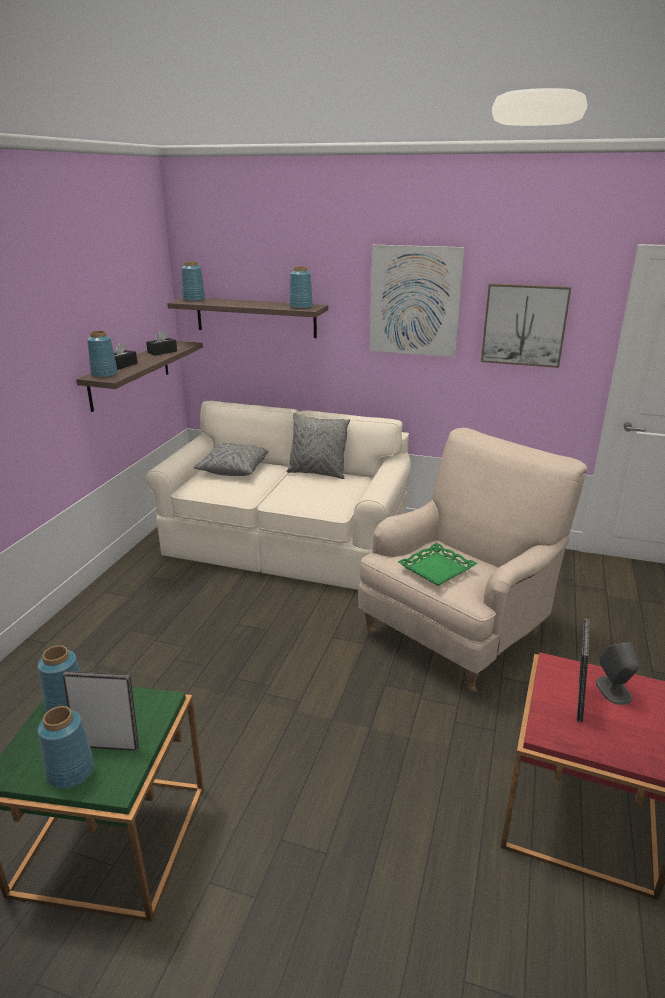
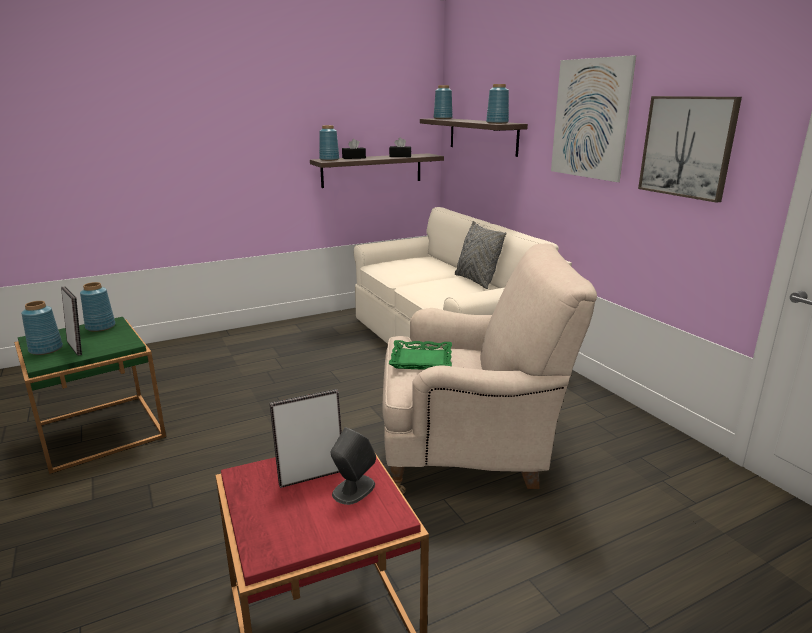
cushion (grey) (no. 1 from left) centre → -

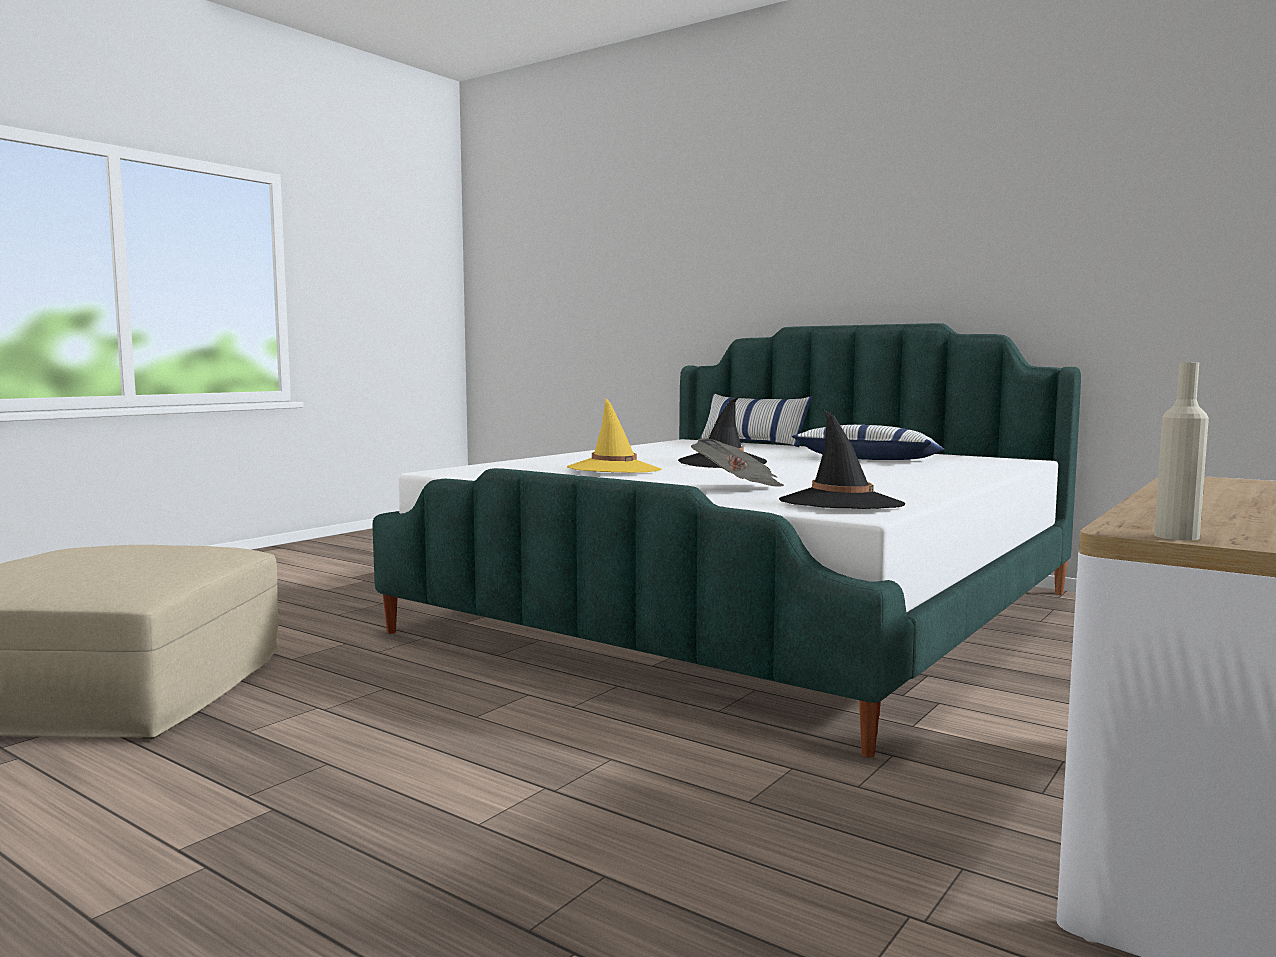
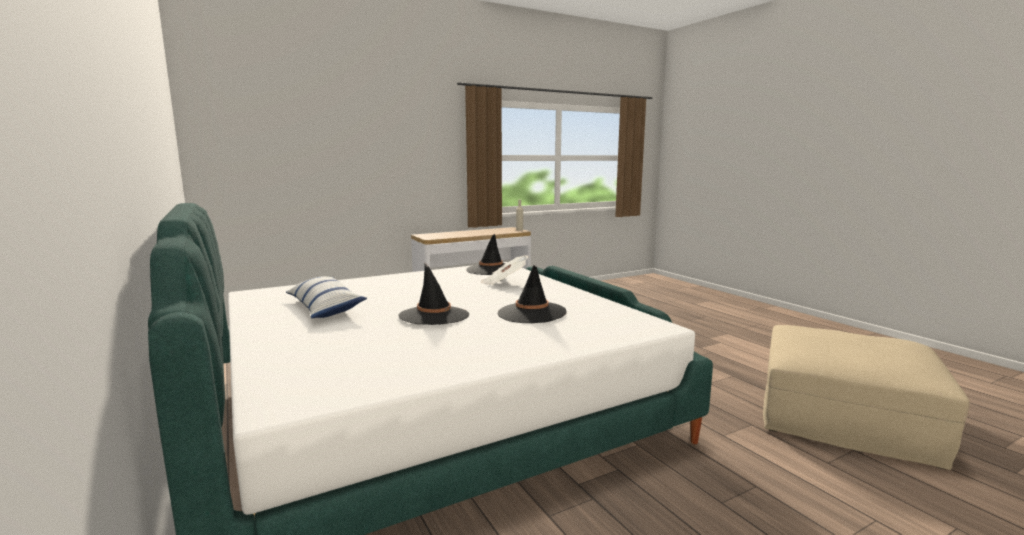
hat (yellowish) centre → hat (blackish) (no. 3 from left) centre
cushion (no. 1 from left) centre → -

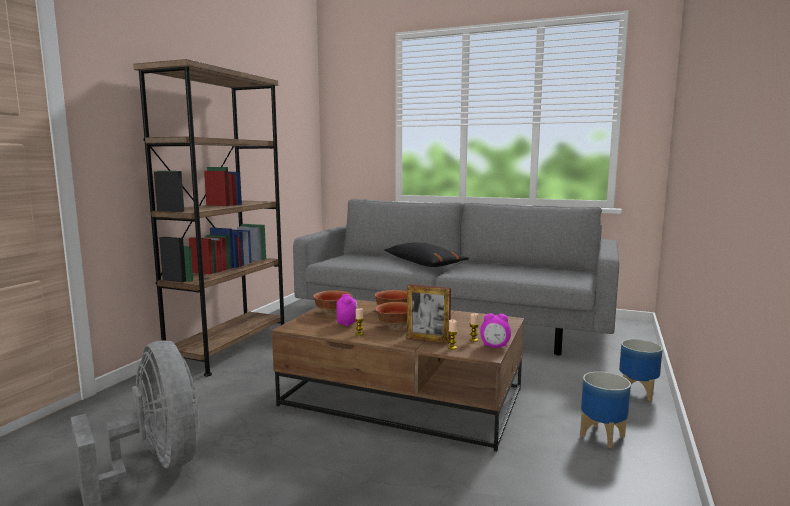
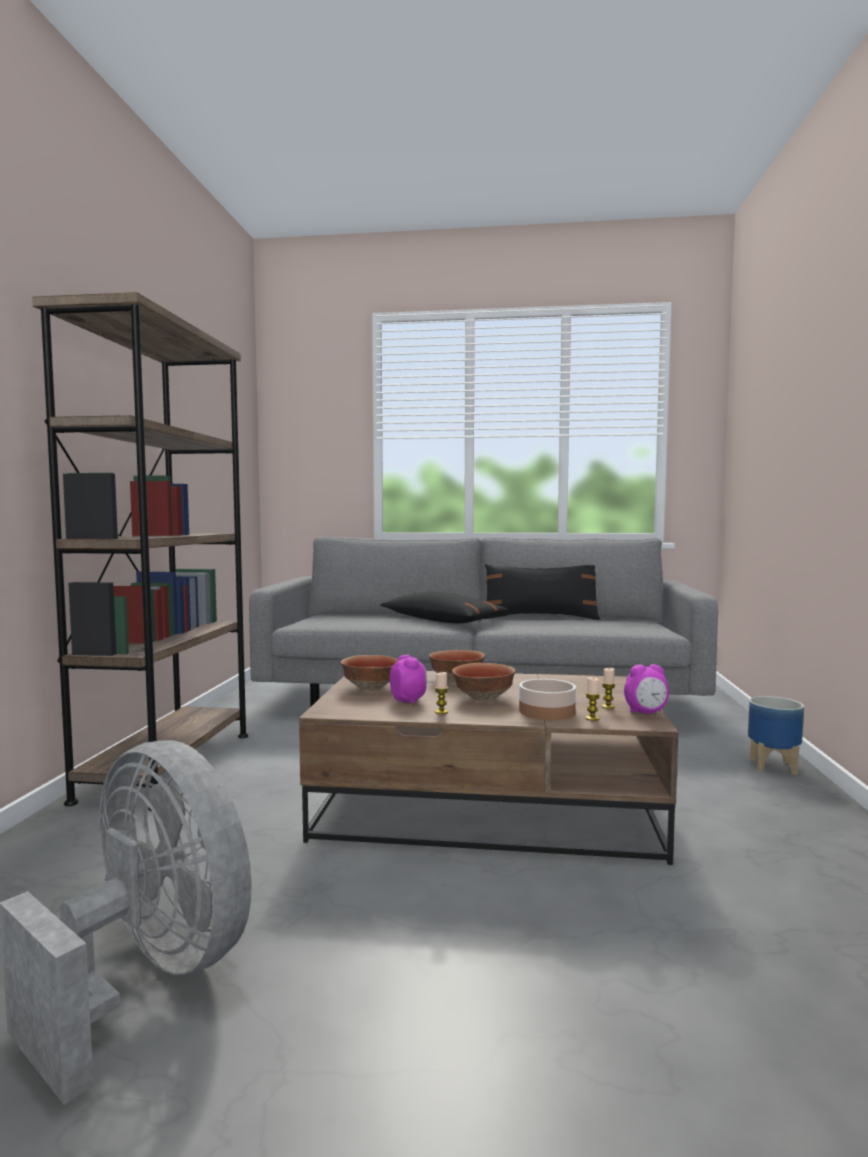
- → cushion (blackish) (no. 2 from left) centre
photo frame centre → serving bowl (no. 4 from left) centre
planter (no. 1 from left) bottom right → -

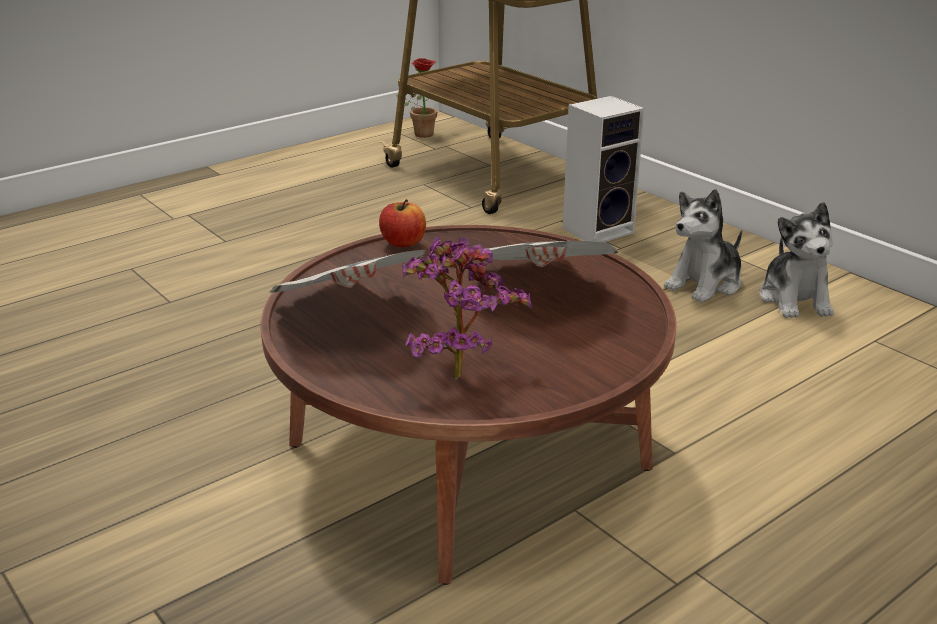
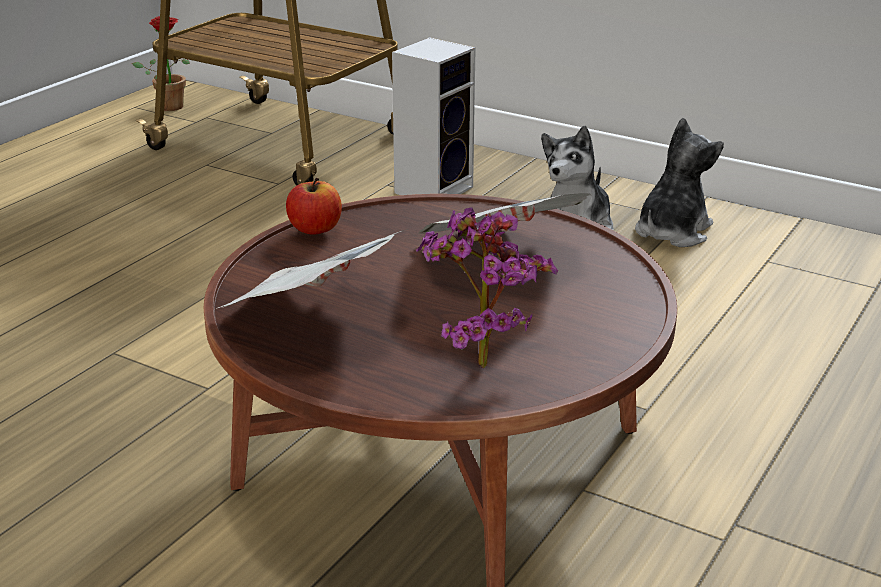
cuddly toy (no. 2 from left) middle right → cuddly toy (no. 2 from left) top right, 120 degrees counterclockwise

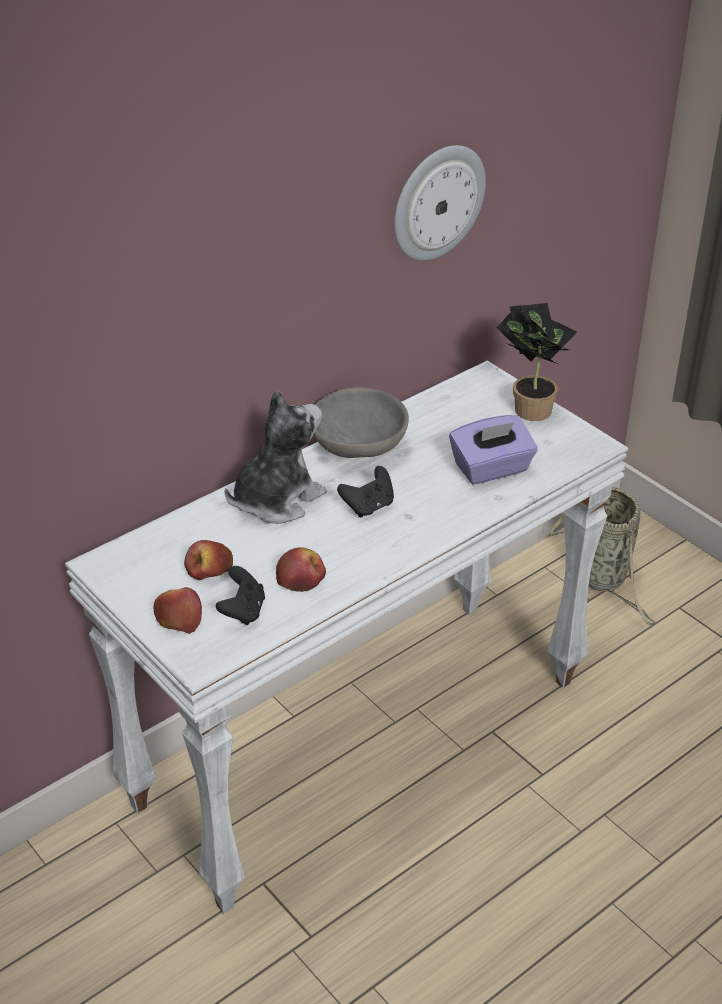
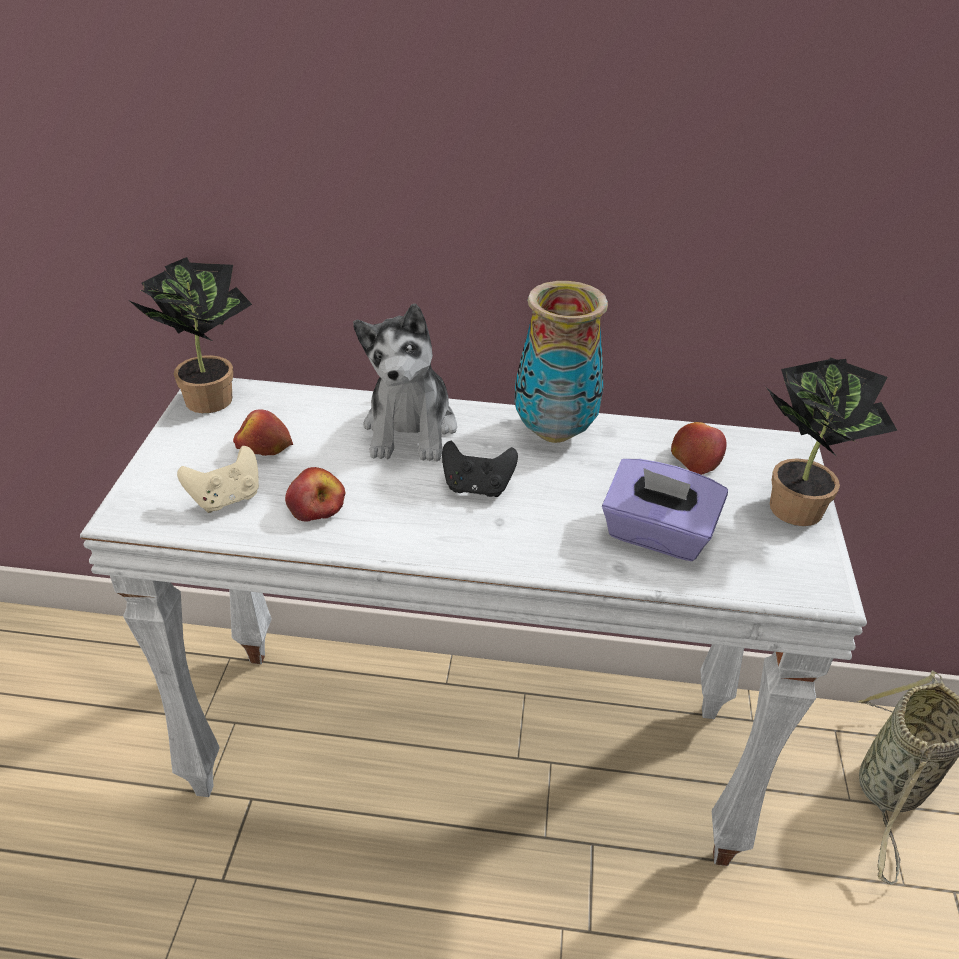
- → plant in a pot (no. 1 from left) middle left
joypad (blackish) (no. 1 from left) middle left → joypad (beige) middle left
cuddly toy centre, 90 degrees clockwise
serving bowl (grey) centre → flower vase centre
whole apple (no. 1 from left in the first image) middle left → whole apple (no. 3 from left) middle right, relocated
hanging clock top centre → -

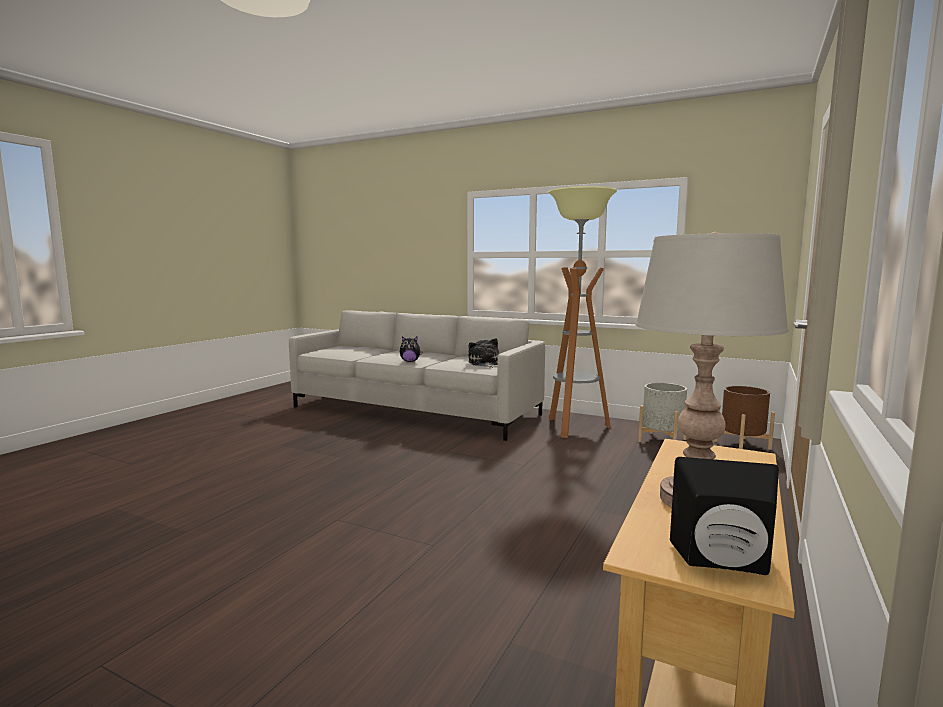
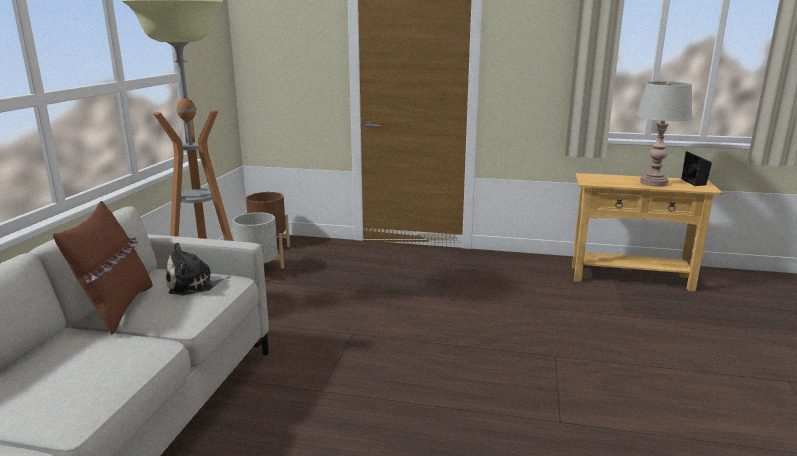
- → cushion (brown) middle left
cuddly toy (no. 1 from left) centre → -

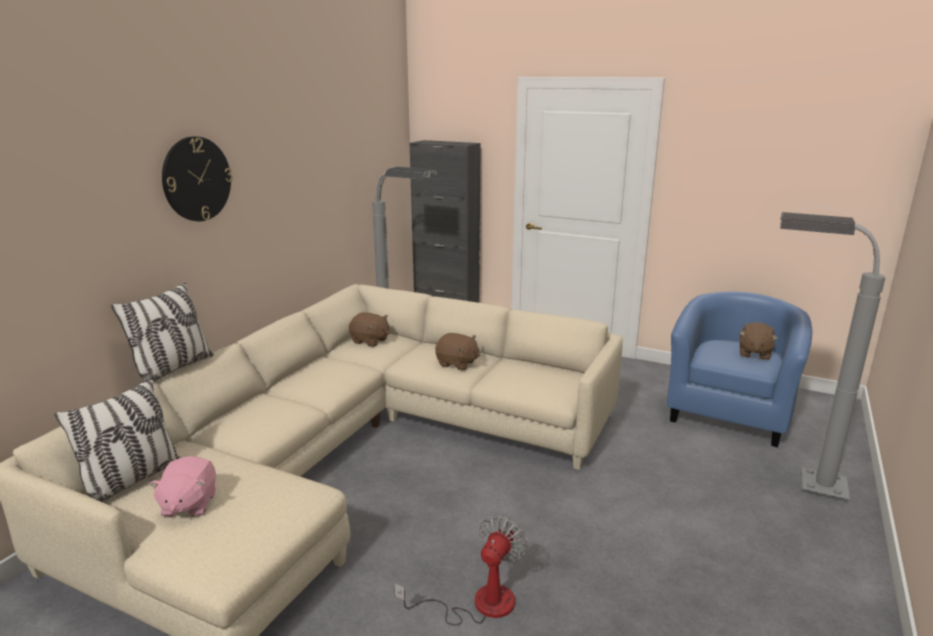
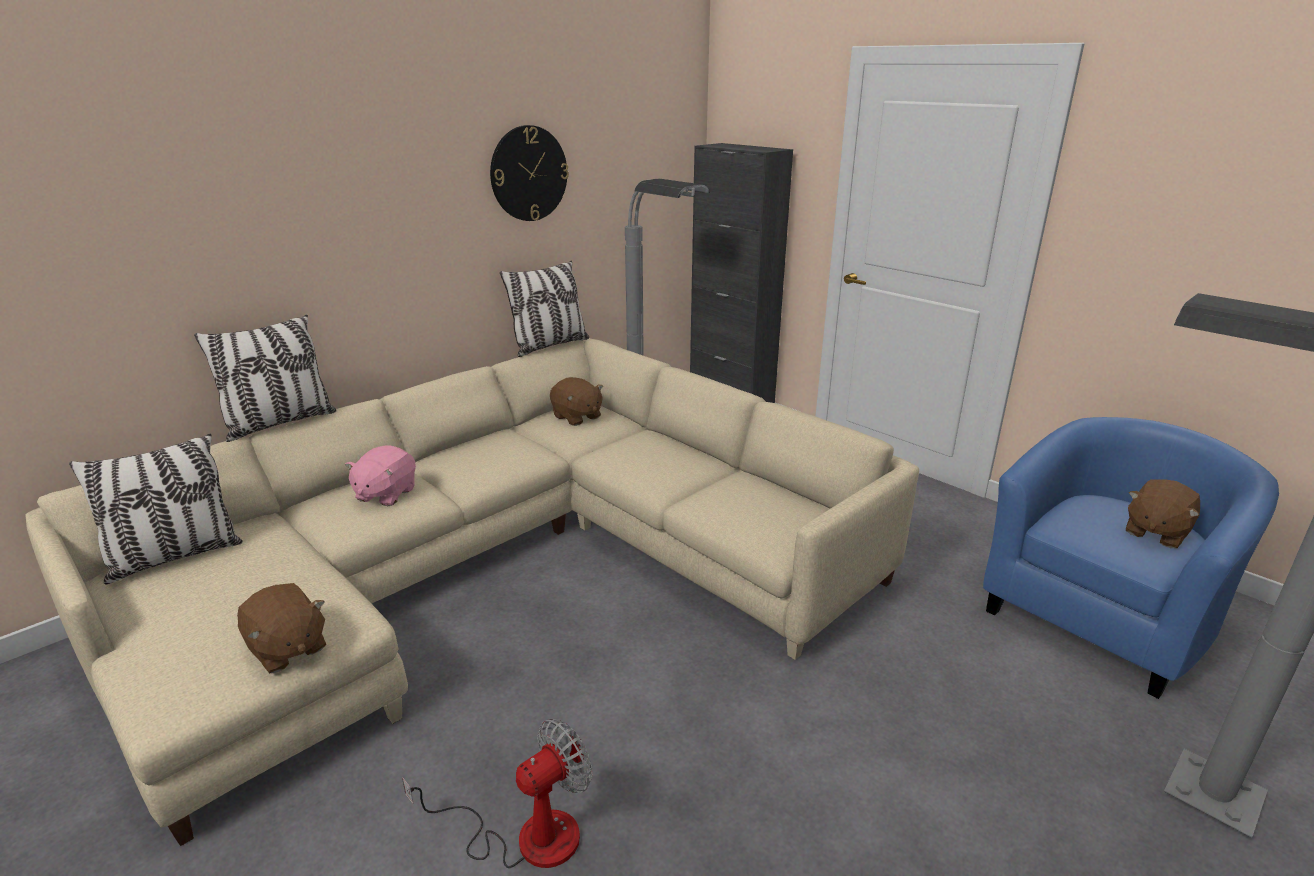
cuddly toy (brown) (no. 2 from left in the first image) centre → cuddly toy (brown) (no. 1 from left) bottom left, relocated
cuddly toy (pinkish) bottom left → cuddly toy (pinkish) middle left, relocated
hanging clock top left → hanging clock top centre, relocated
- → cushion (no. 3 from left) centre

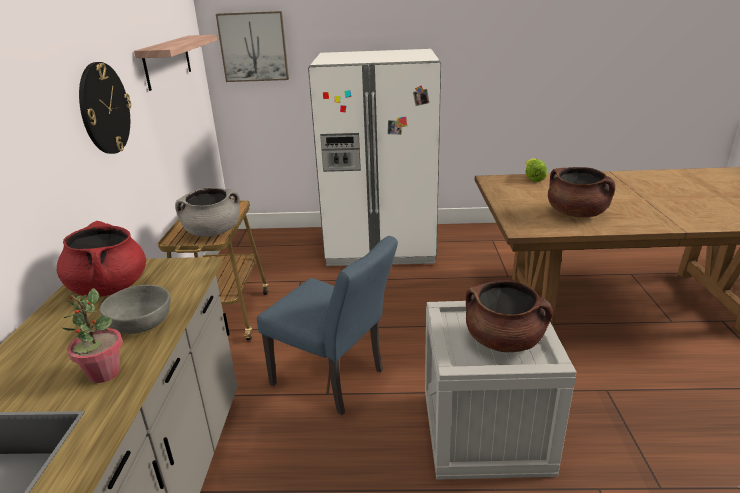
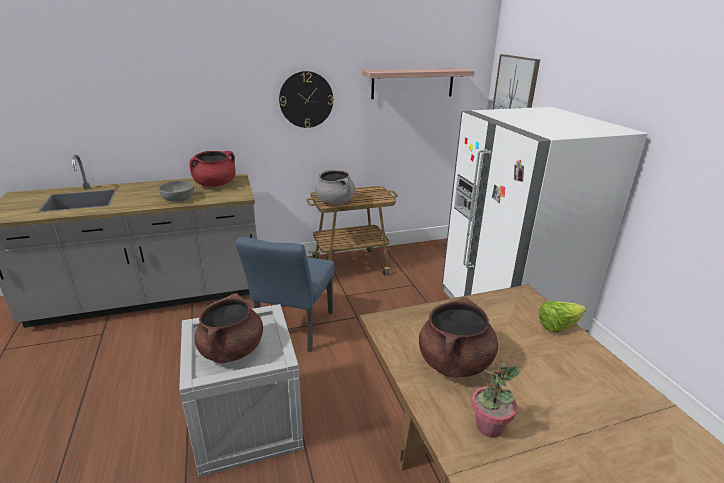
plant in a pot bottom left → plant in a pot bottom right, relocated

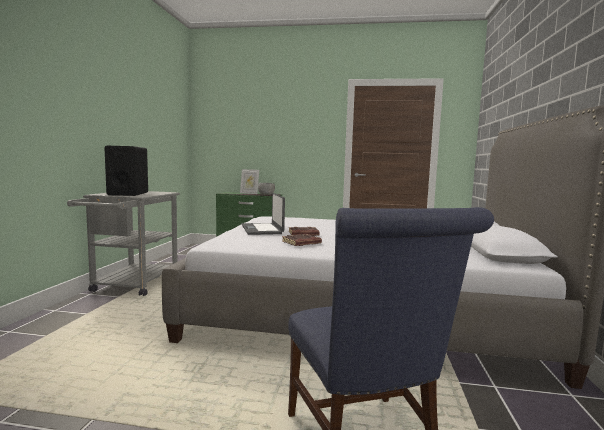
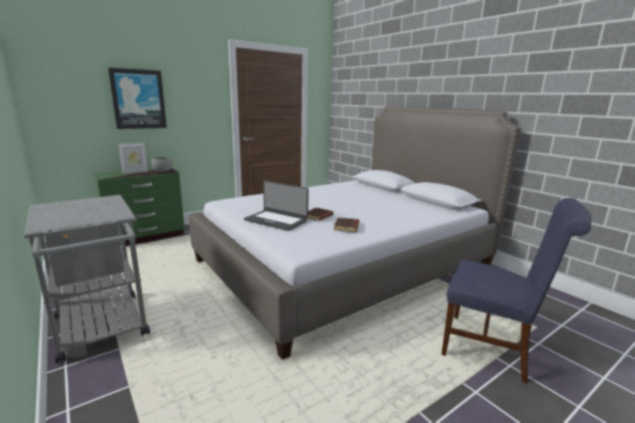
- → wall art top left
audio speaker (blackish) middle left → -

